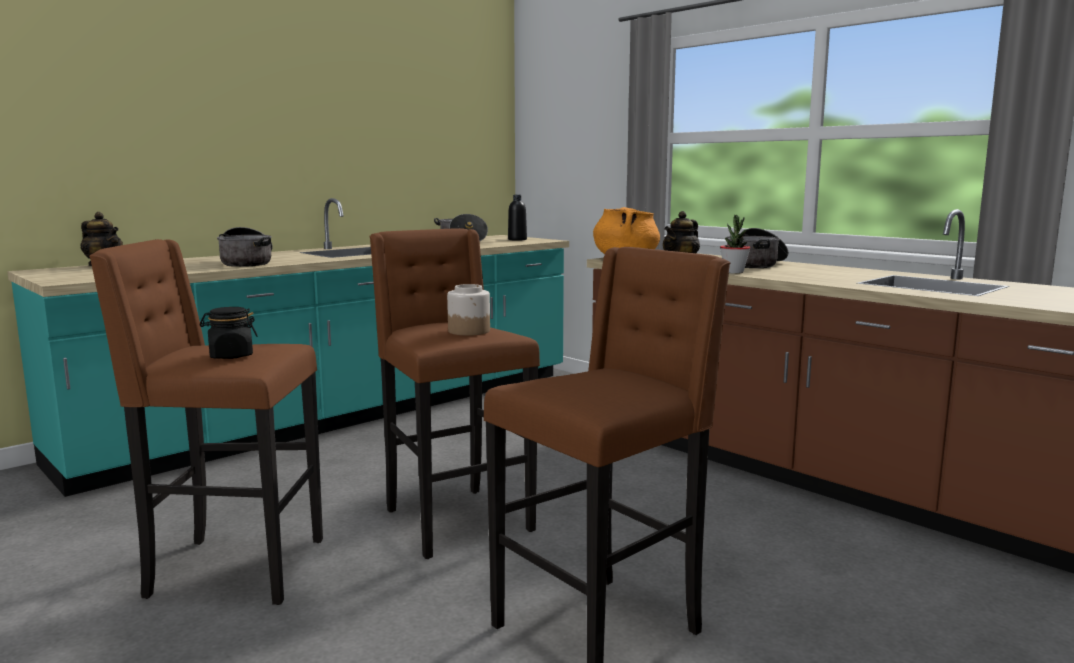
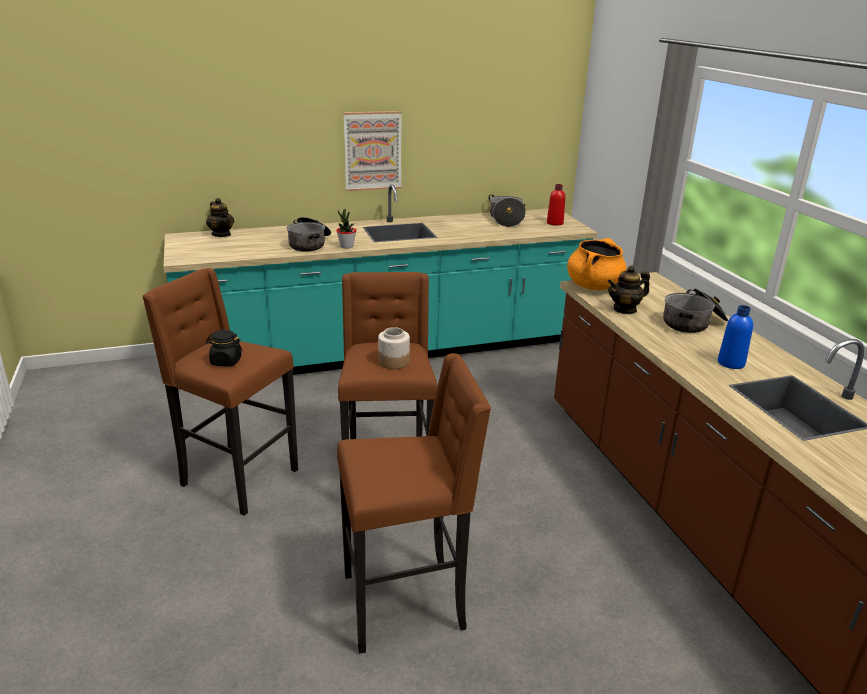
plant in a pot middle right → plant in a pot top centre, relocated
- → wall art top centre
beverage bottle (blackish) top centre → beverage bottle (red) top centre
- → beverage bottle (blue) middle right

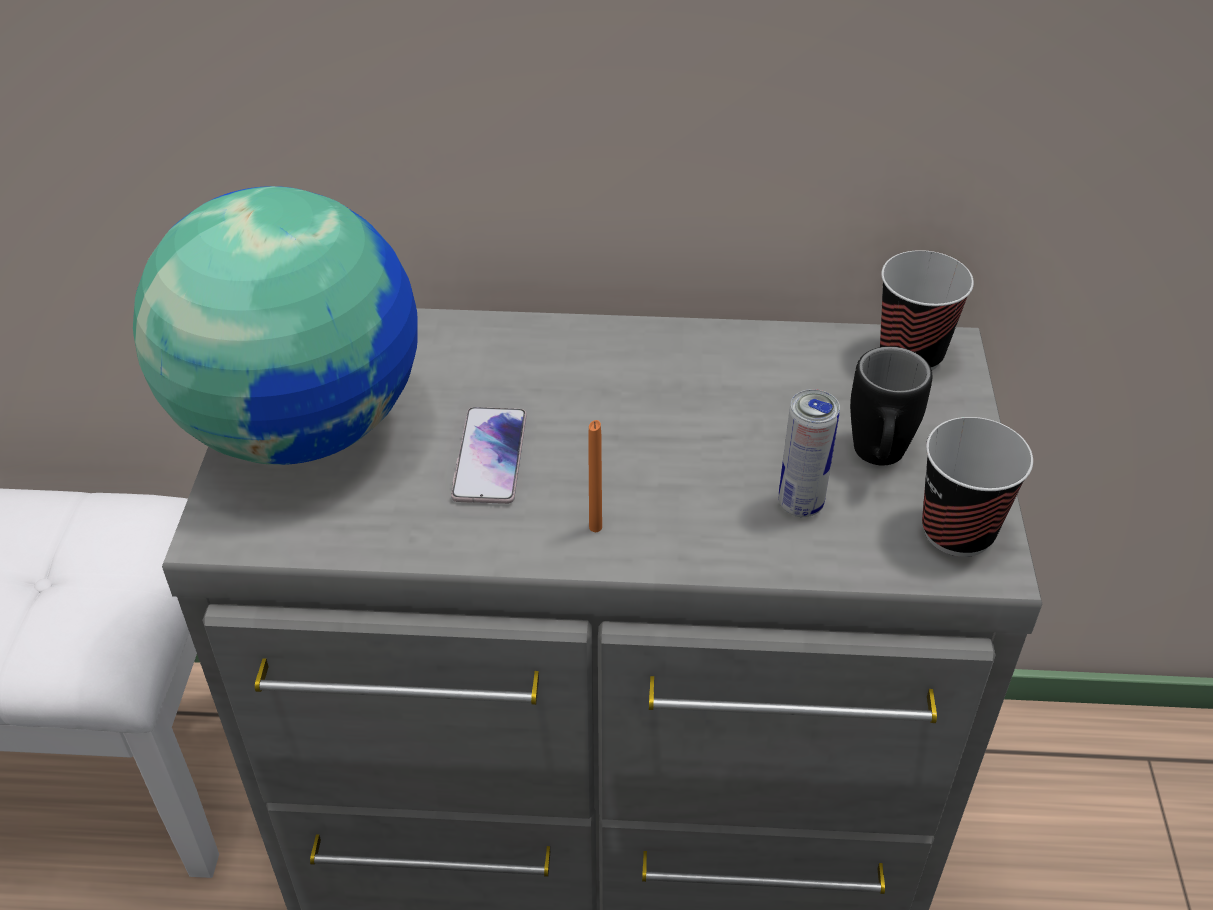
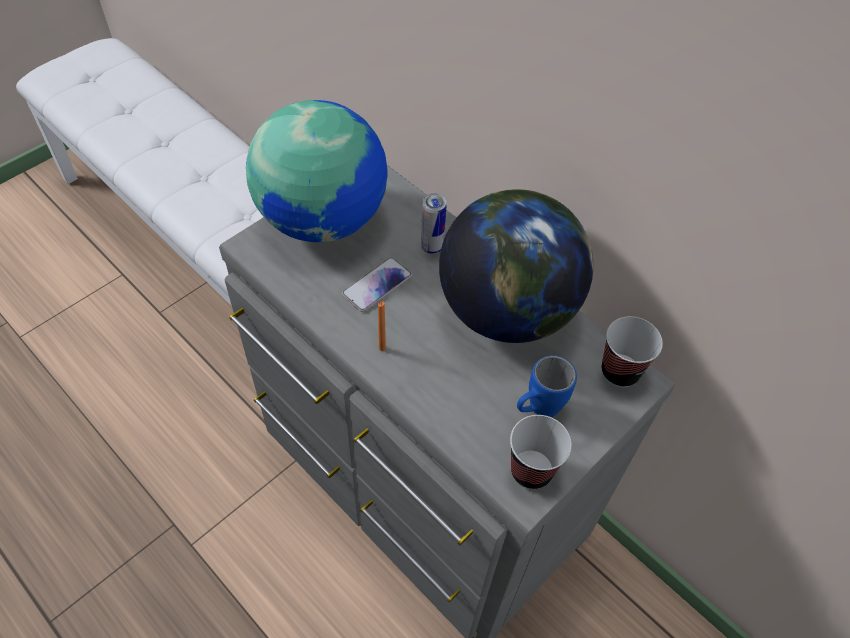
can middle right → can centre, relocated
- → globe (no. 2 from left) centre
mug (blackish) middle right → mug (blue) centre

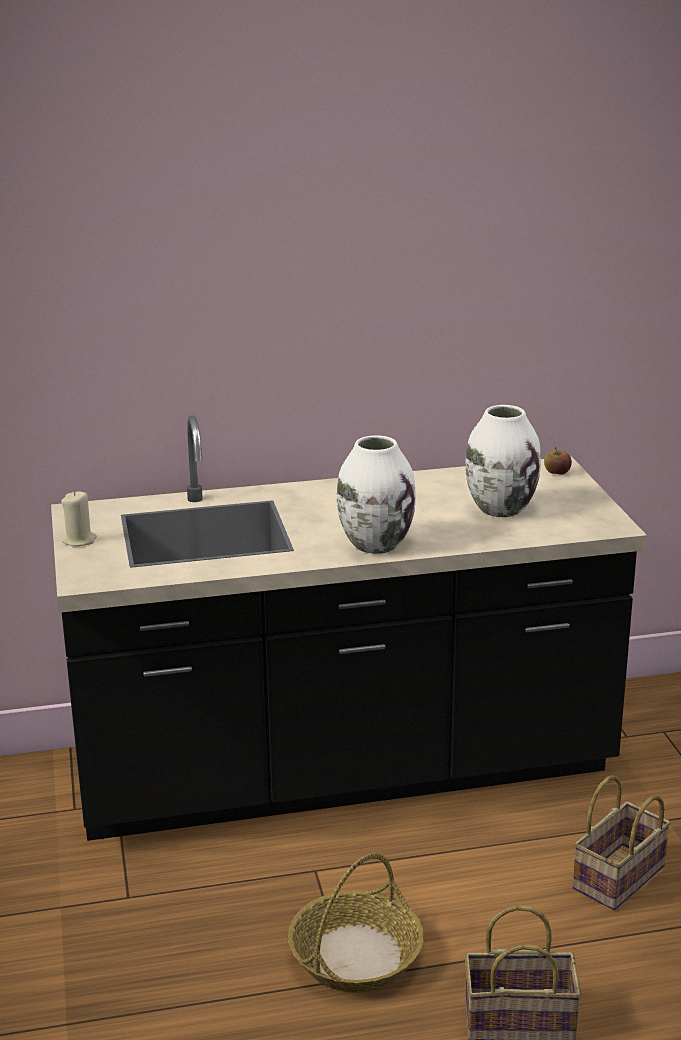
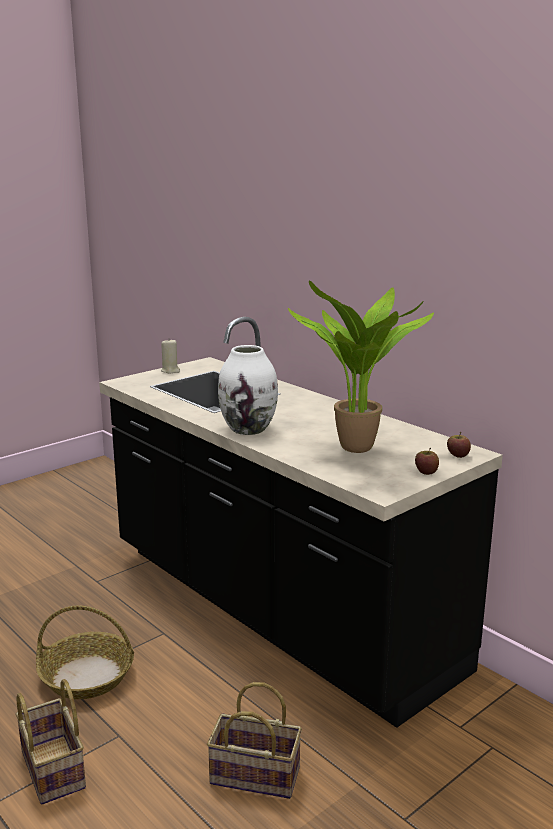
flower vase (whitish) (no. 2 from left) middle right → plant in a pot centre
- → whole apple (no. 1 from left) middle right

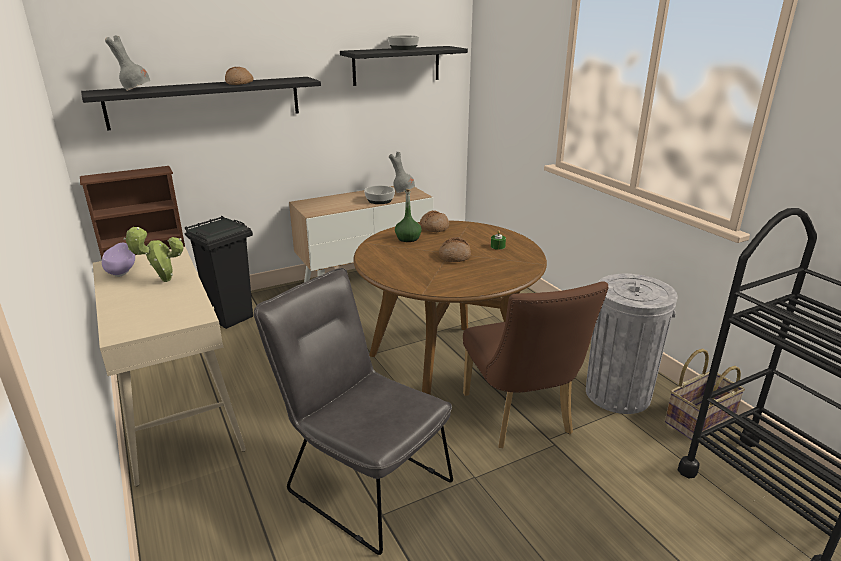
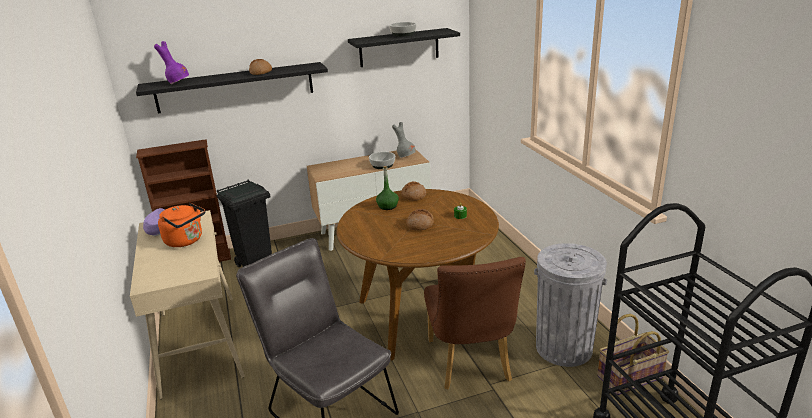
flower vase (grey) (no. 1 from left) top left → flower vase (purplish) top left
plant in a pot middle left → water kettle (orangey) middle left

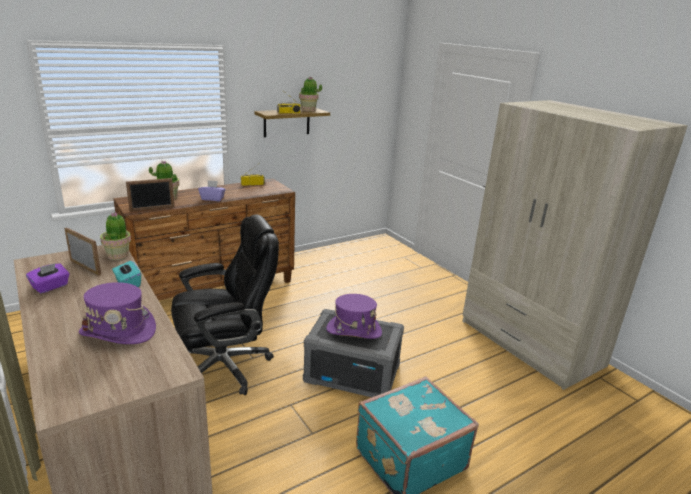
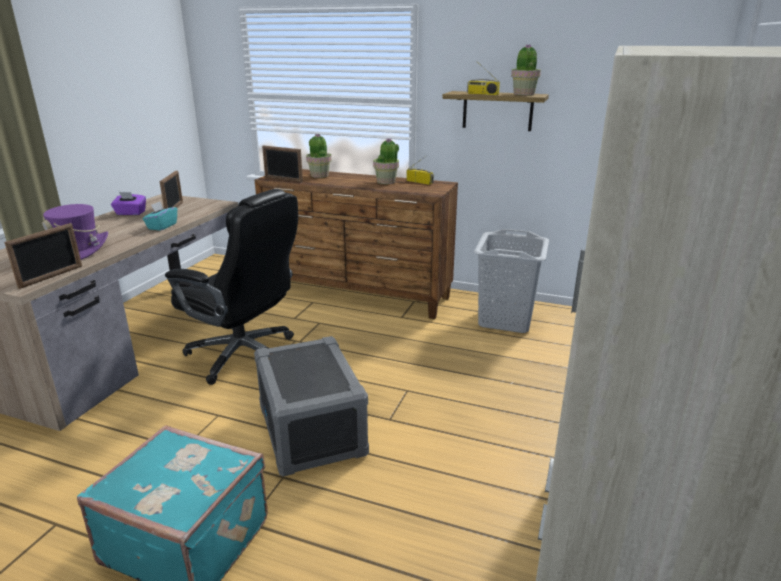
- → photo frame (no. 1 from left) middle left
plant in a pot (no. 1 from left in the first image) middle left → plant in a pot (no. 2 from left) top centre, relocated
- → washing basket (grey) centre
tissue box (purplish) (no. 2 from left) middle left → -
hat (purplish) (no. 2 from left) centre → -

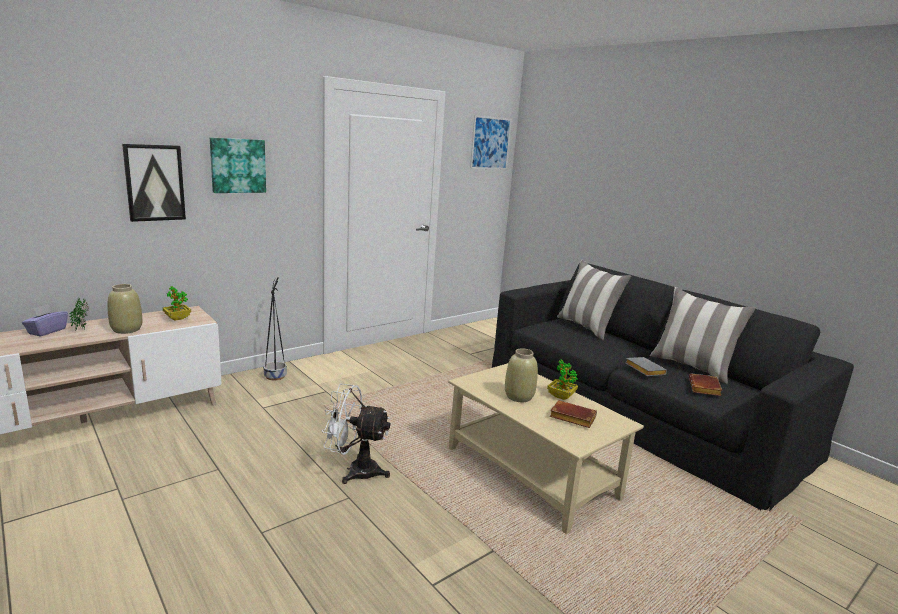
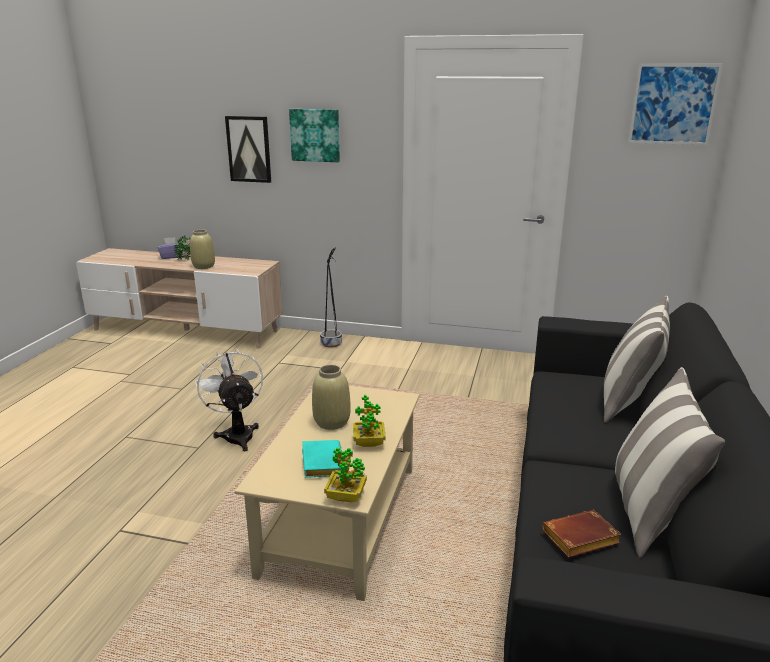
book (brown) (no. 1 from left) bottom centre → book (turquoise) bottom centre
plant in a pot (no. 2 from left) middle left → plant in a pot (no. 2 from left) bottom centre, relocated
book (grey) middle right → -

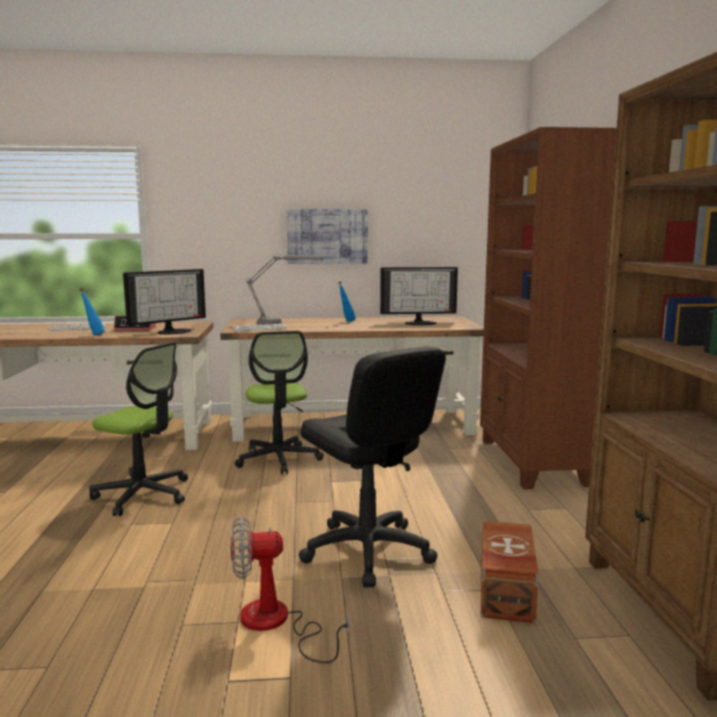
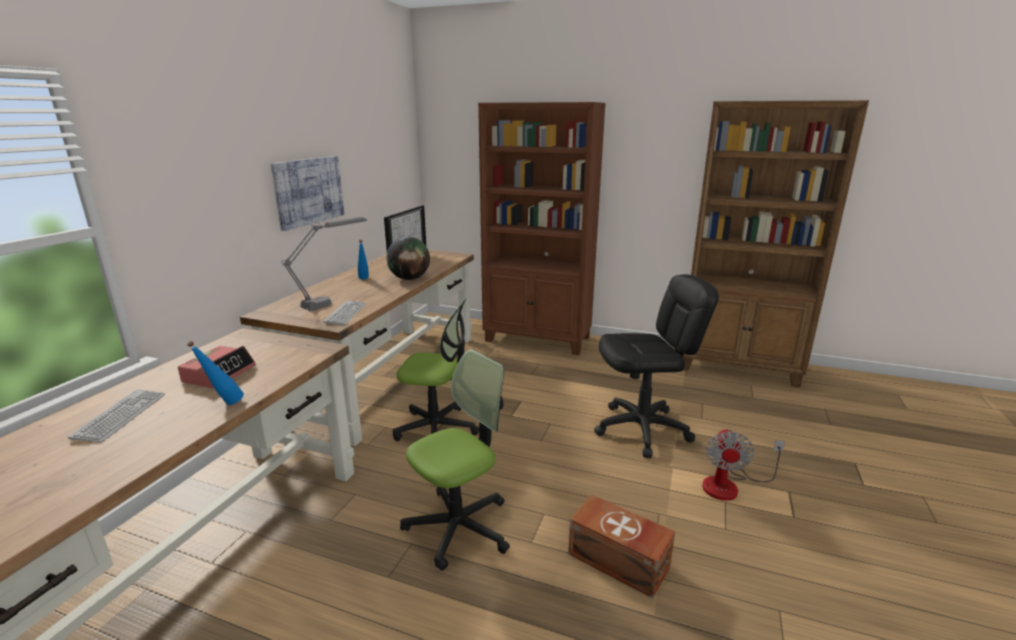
- → globe centre
storage container (brown) bottom right → storage container (brown) bottom centre, relocated
monitor (no. 1 from left) middle left → -

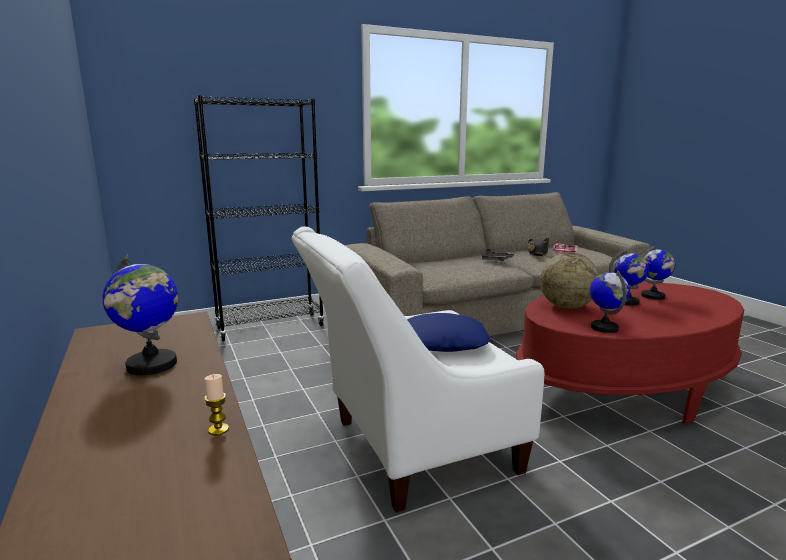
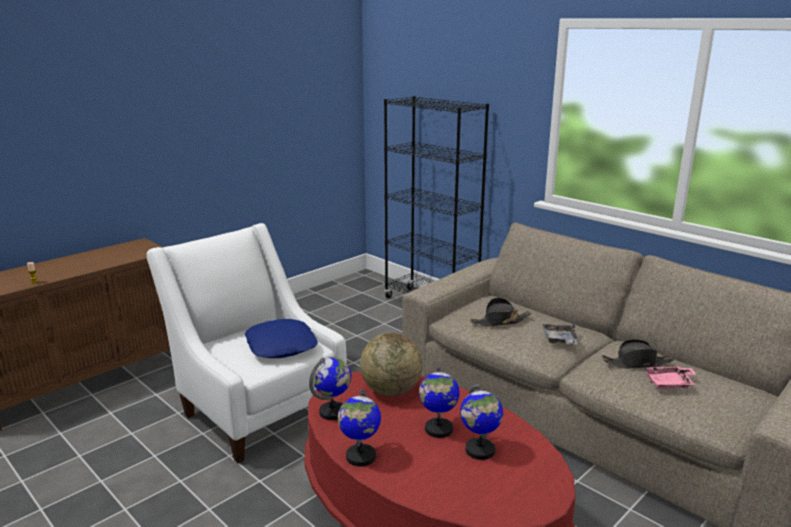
globe (no. 1 from left in the first image) middle left → globe (no. 2 from left) bottom centre, relocated
- → hat (blackish) (no. 1 from left) centre

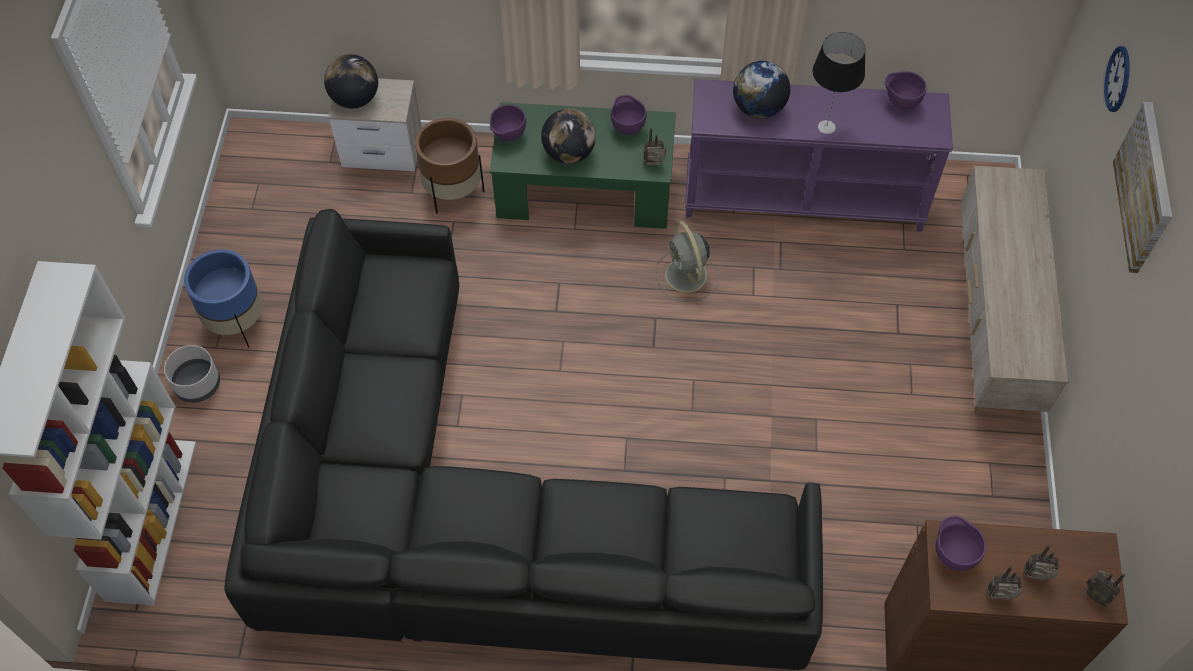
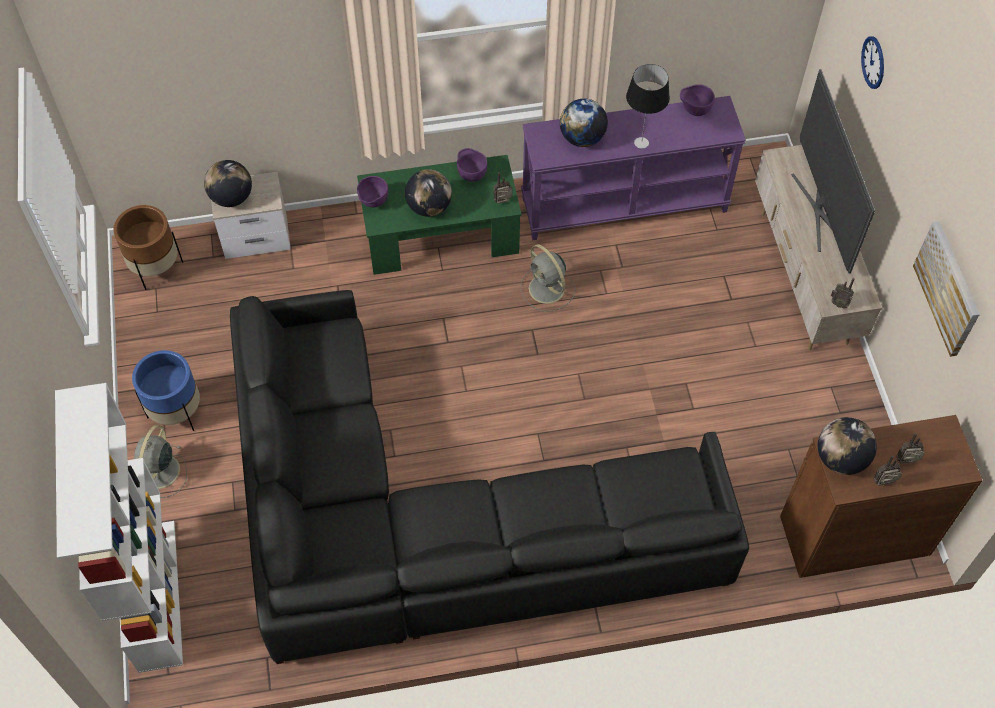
planter (brown) top centre → planter (brown) middle left, relocated
planter (grey) middle left → electric fan (grey) (no. 1 from left) middle left
- → TV set top right
serving bowl (purplish) (no. 4 from left) bottom right → globe (no. 4 from left) middle right
radio set (no. 4 from left in the first image) bottom right → radio set (no. 2 from left) middle right, relocated
wall art top right → wall art middle right, relocated

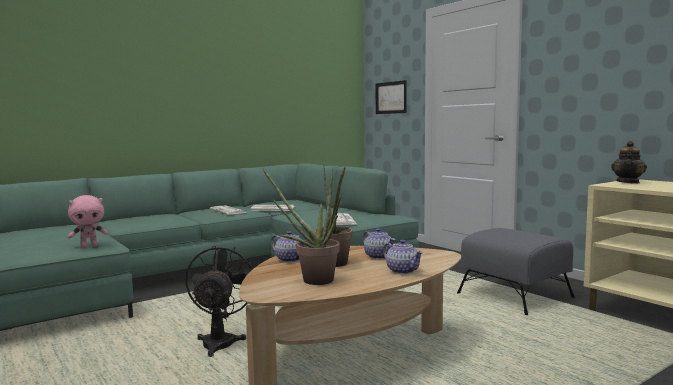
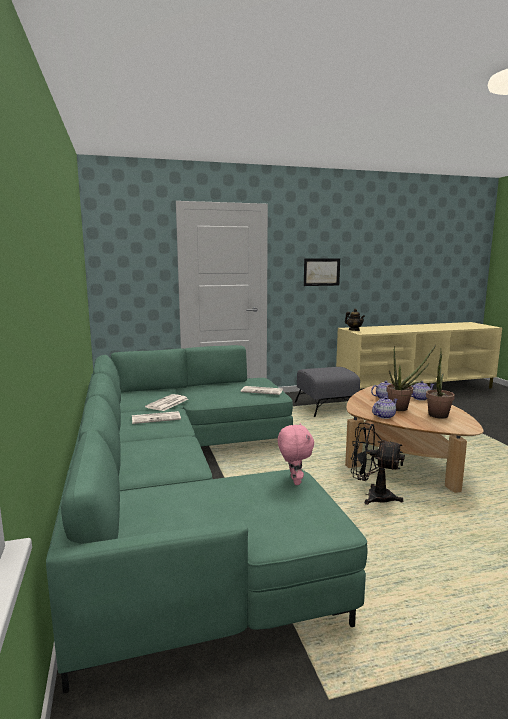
wall art top centre → wall art centre, relocated

